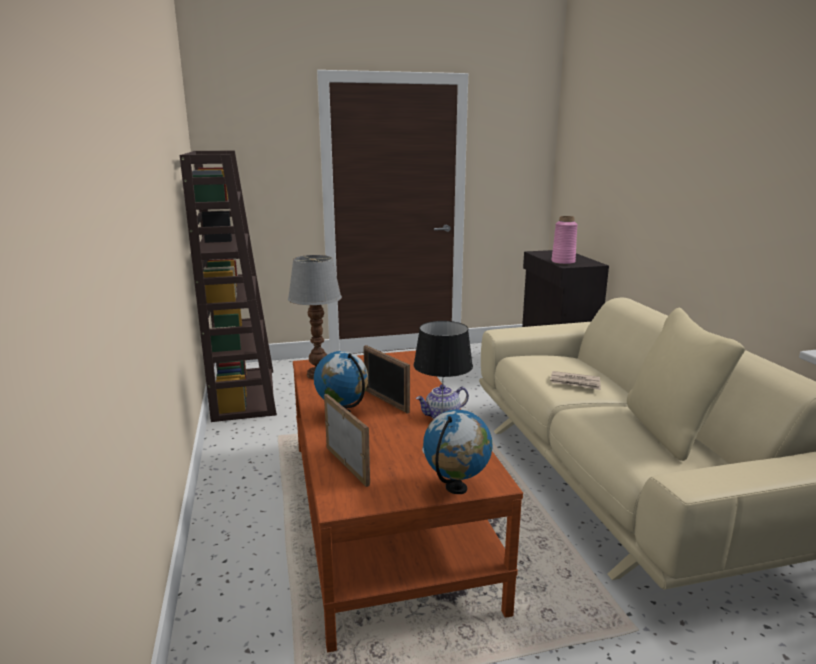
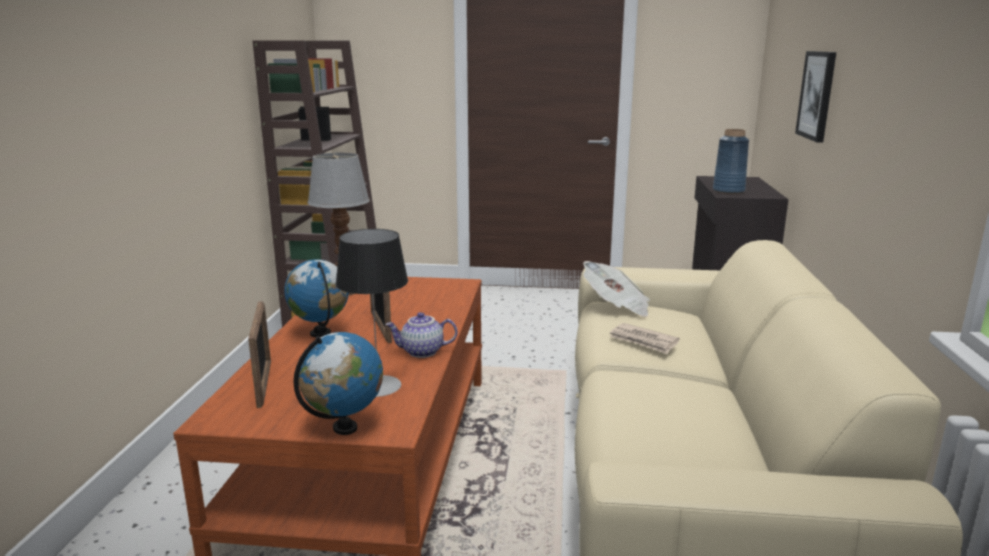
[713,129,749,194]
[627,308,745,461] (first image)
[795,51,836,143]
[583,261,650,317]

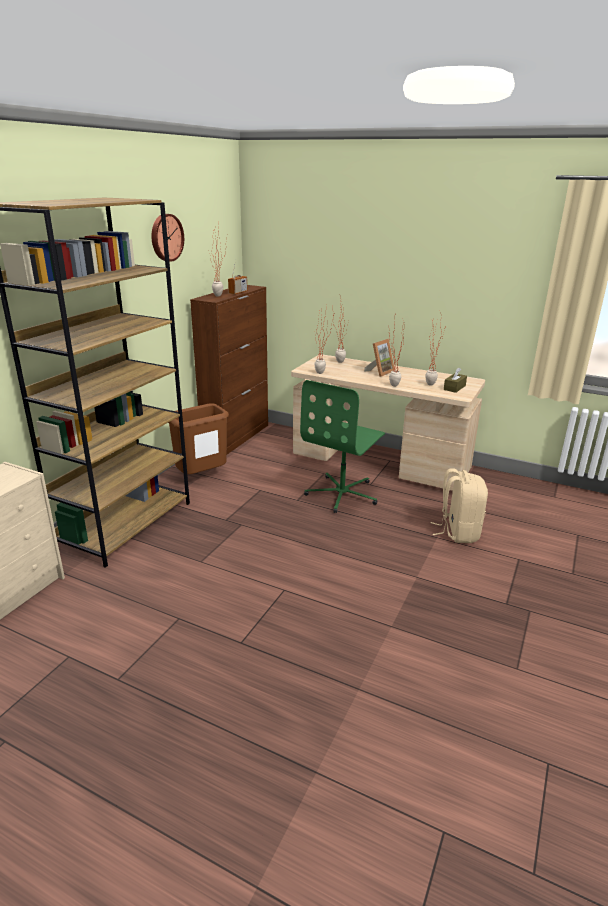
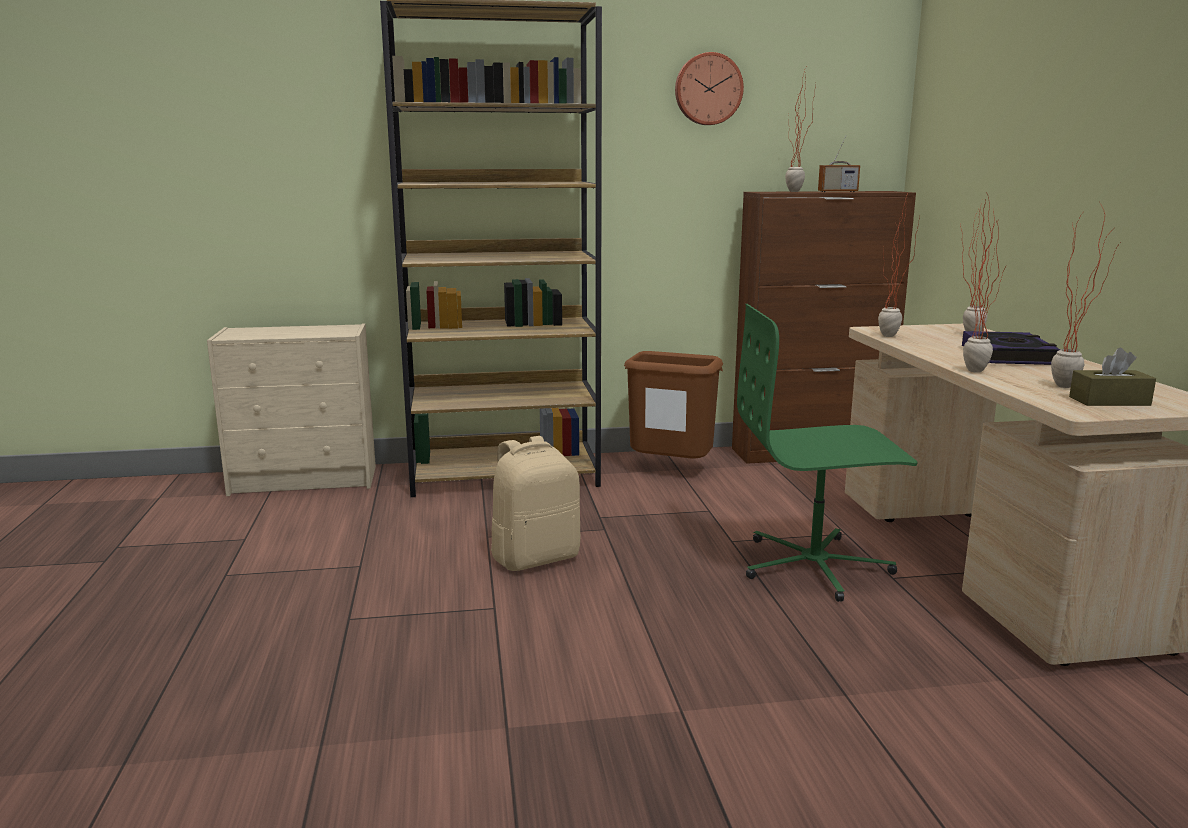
[962,331,1060,365]
[491,436,580,571]

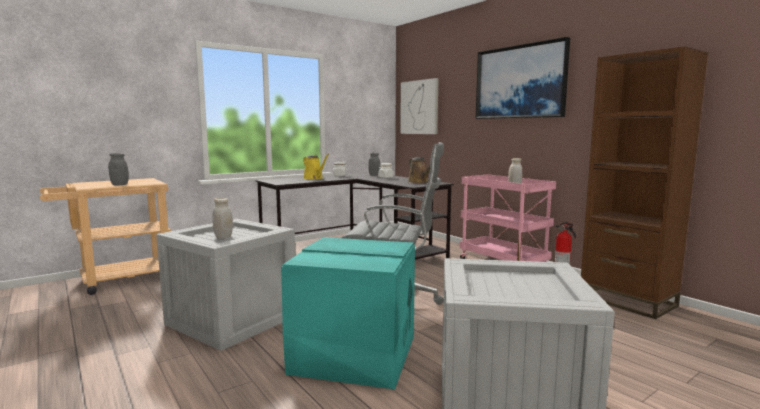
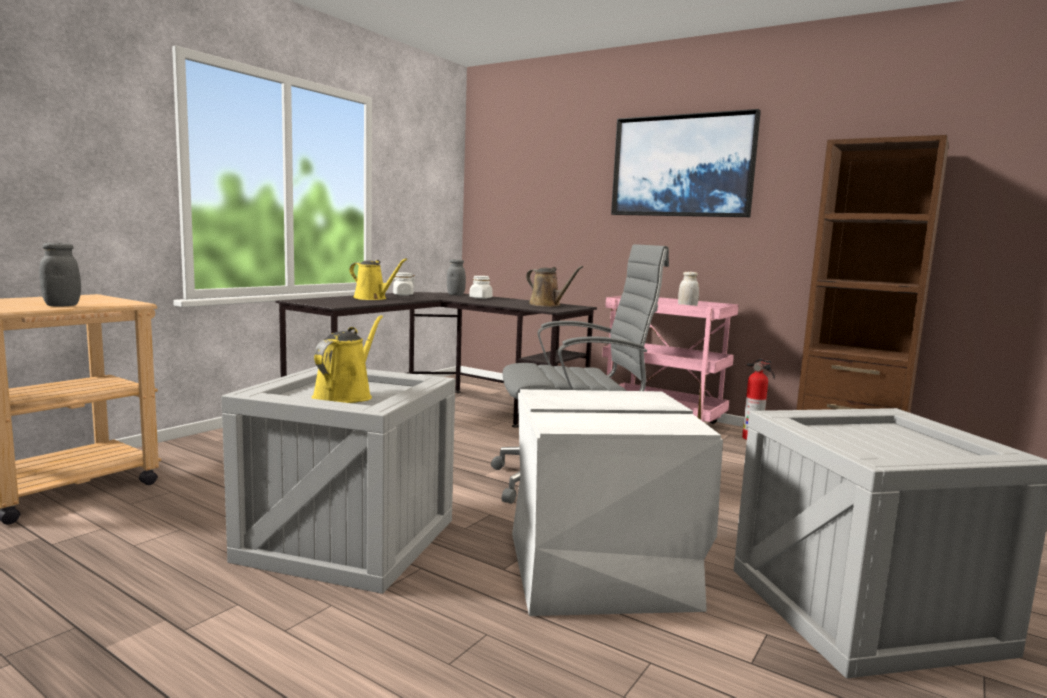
[400,78,439,134] (first image)
[312,315,383,403]
[512,389,723,616]

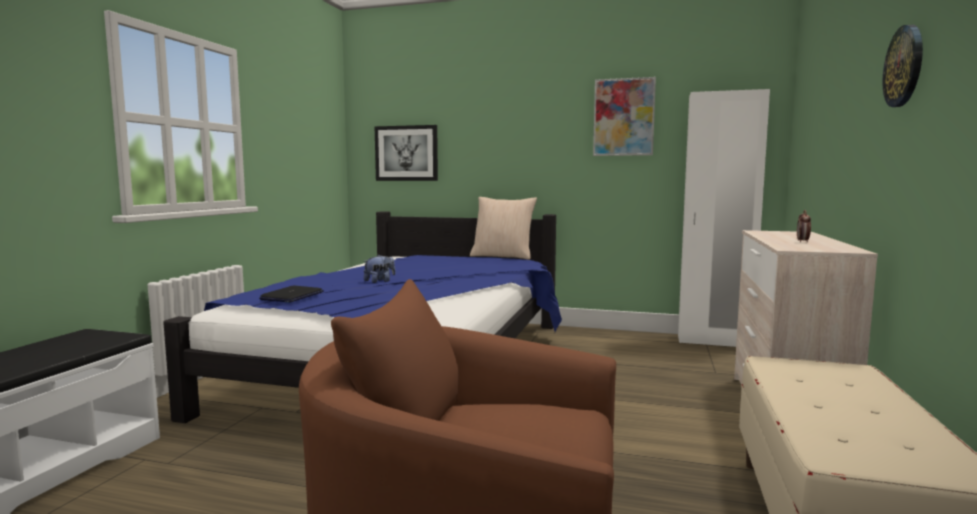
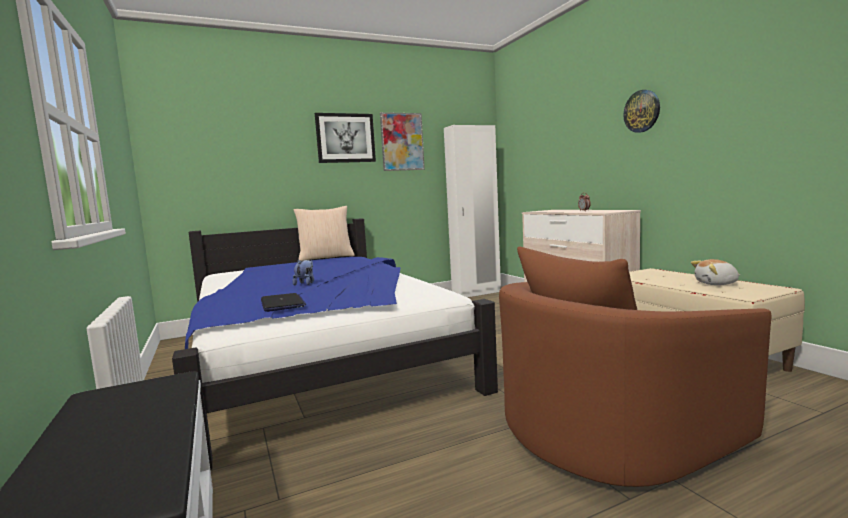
[315,113,376,163]
[691,259,740,285]

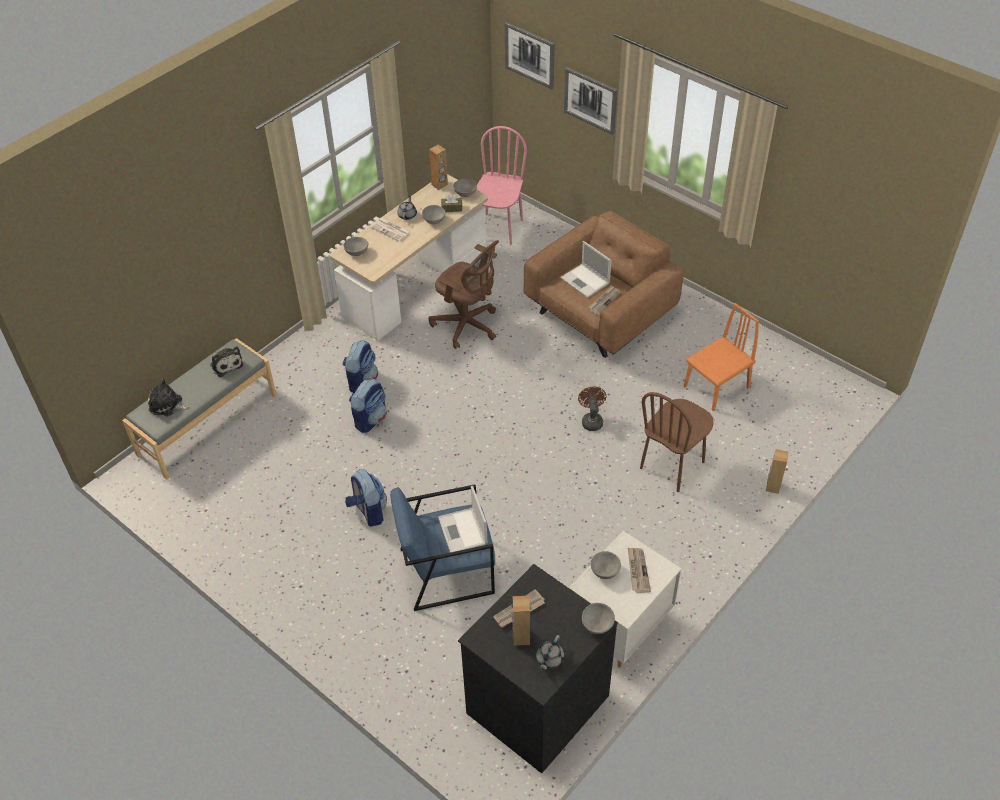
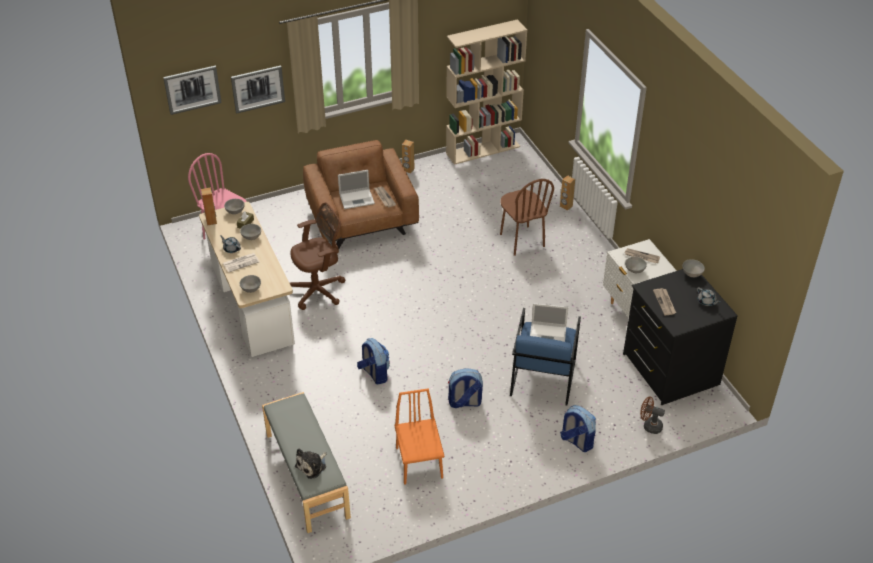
[394,388,444,485]
[560,405,596,452]
[210,346,243,377] (first image)
[640,396,665,434]
[402,140,415,173]
[446,19,527,165]

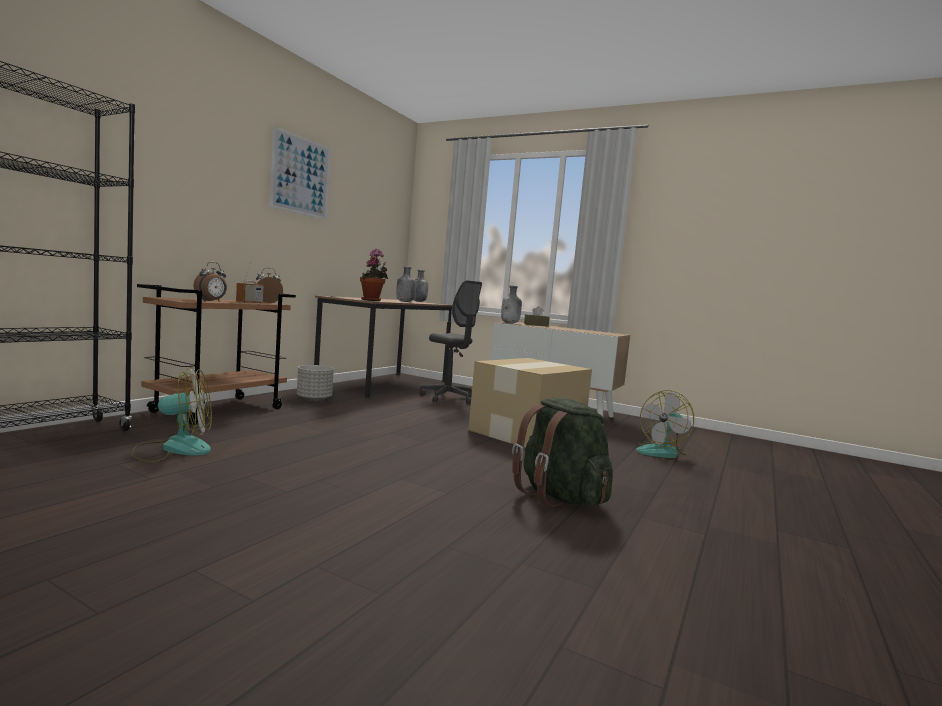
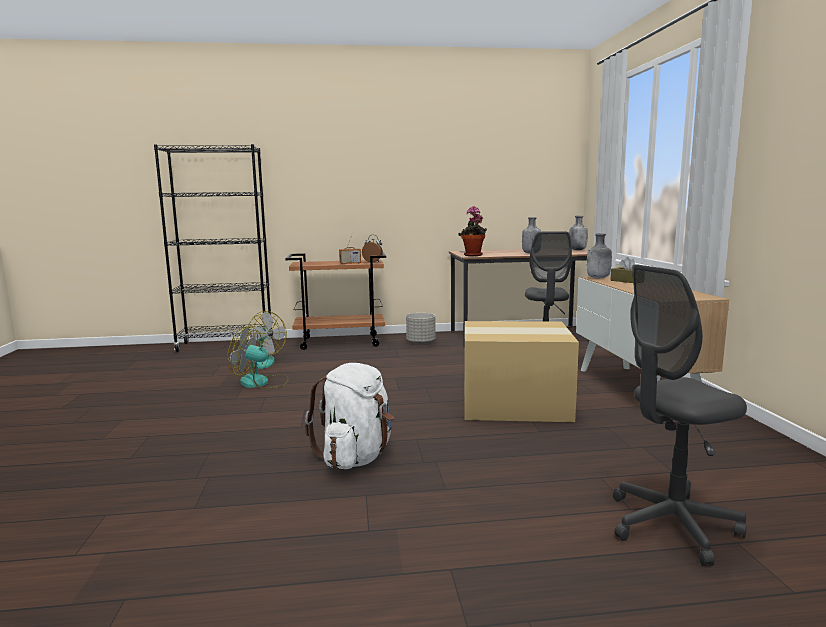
[269,126,331,220] (first image)
[193,262,227,302] (first image)
[227,326,289,389]
[305,363,394,469]
[613,264,747,566]

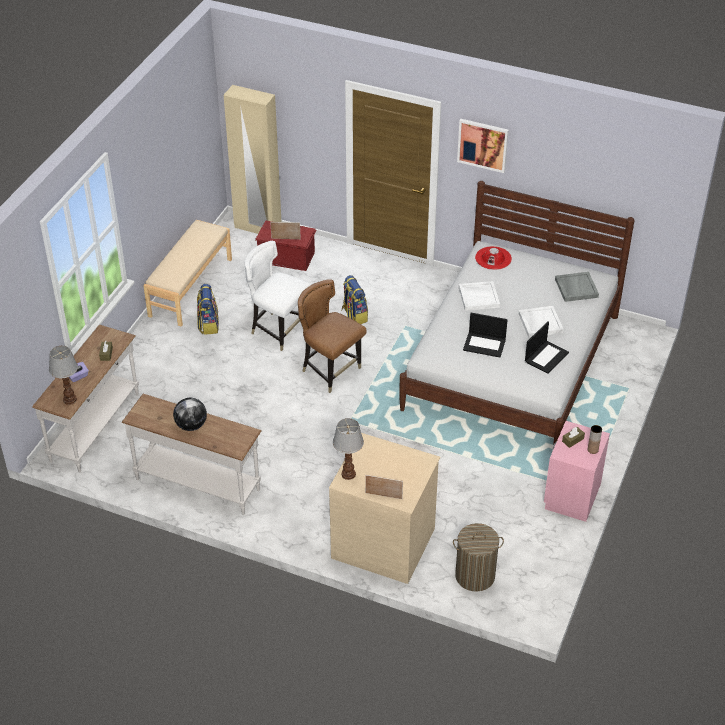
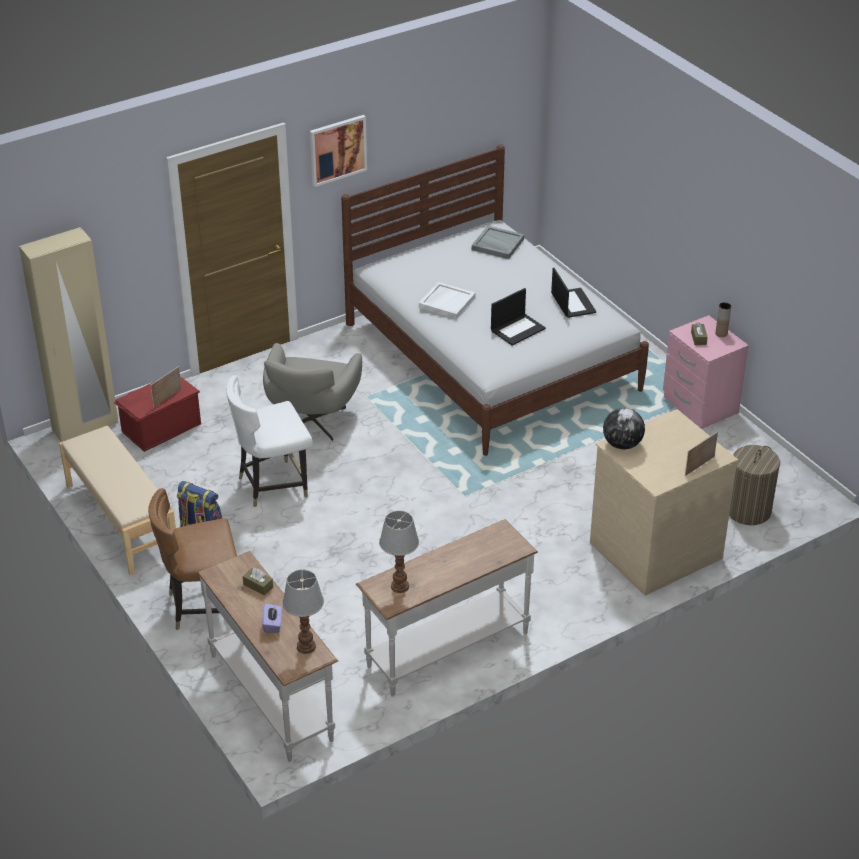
[475,246,512,270] (first image)
[263,343,362,441]
[148,488,237,630]
[519,306,564,338] (first image)
[603,408,645,450]
[379,511,419,593]

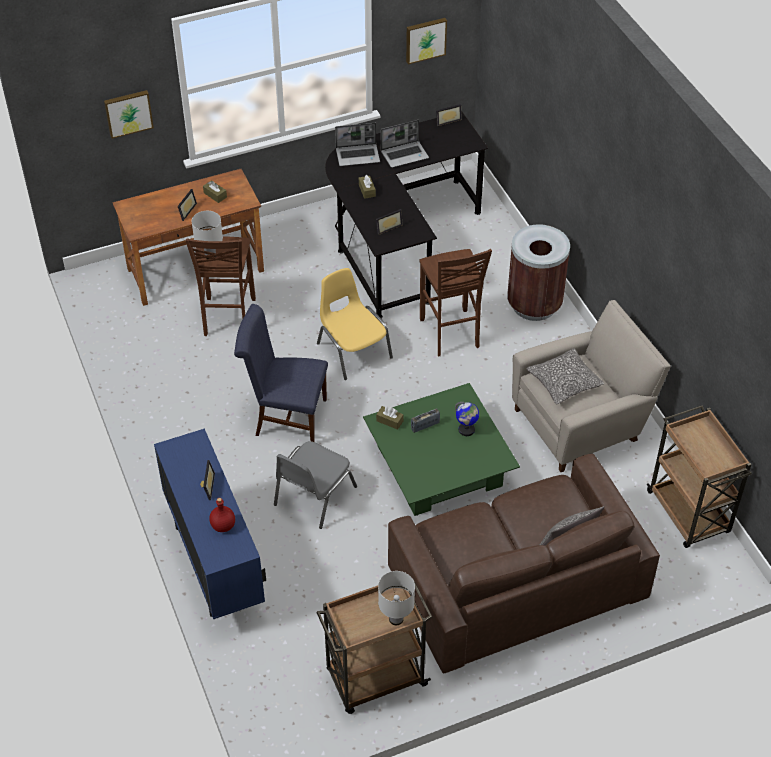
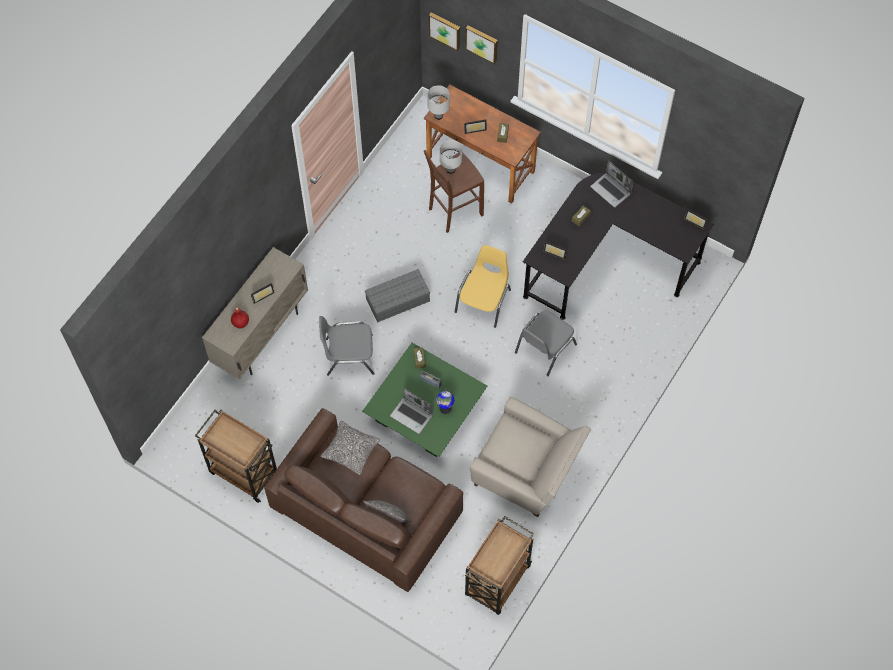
[429,12,460,51]
[390,388,433,434]
[507,224,570,321] (first image)
[515,310,577,376]
[365,269,430,323]
[321,421,380,475]
[202,247,308,380]
[427,85,450,120]

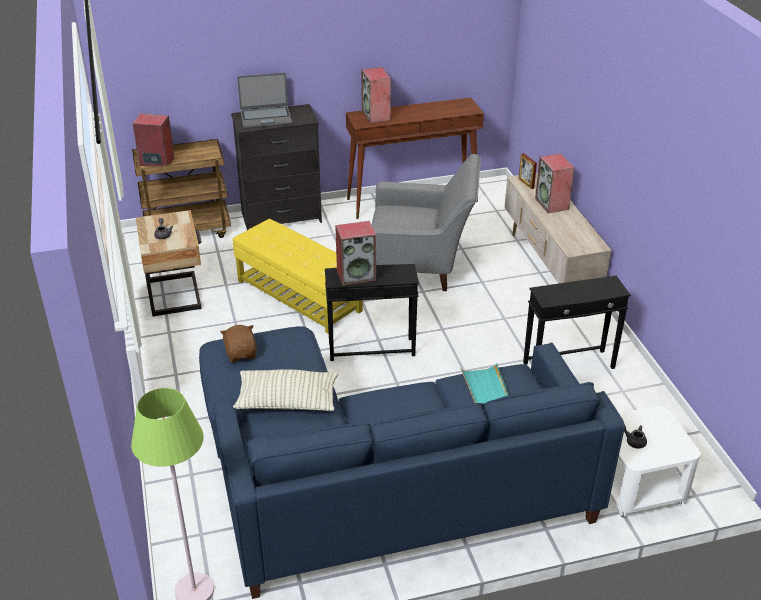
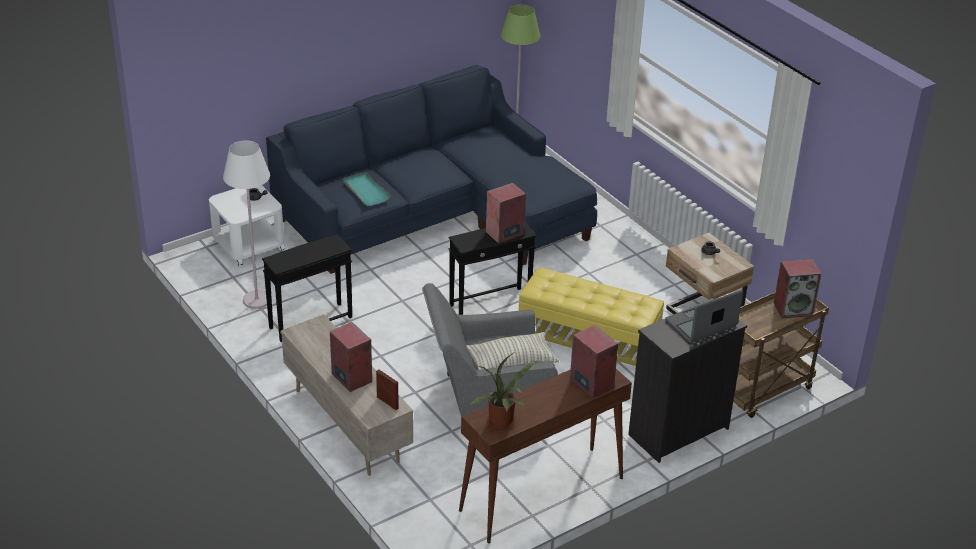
[220,325,257,362] (first image)
[466,332,559,370]
[223,140,270,309]
[471,353,538,430]

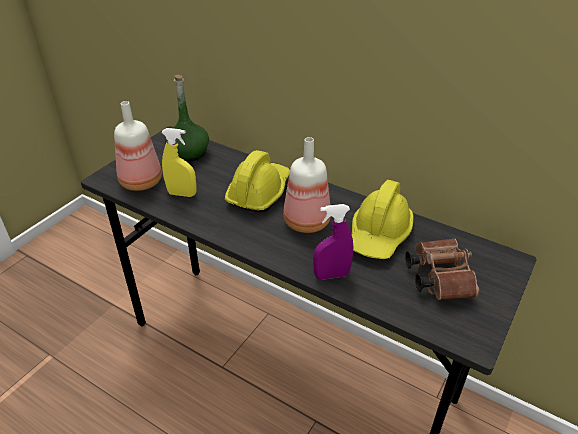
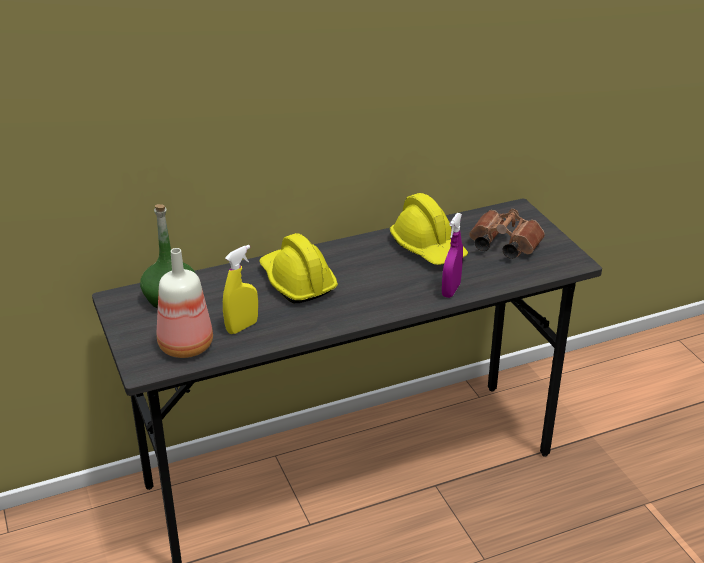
[283,137,331,233] (first image)

